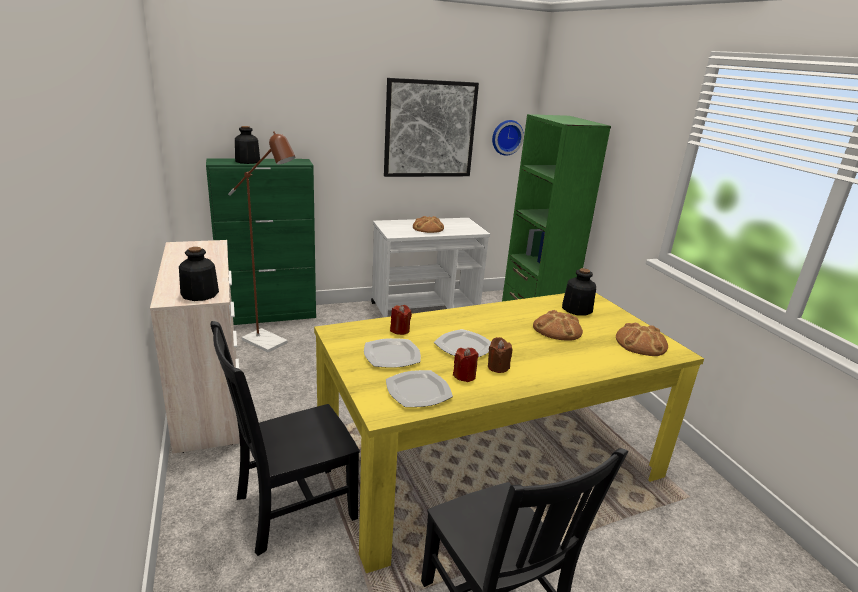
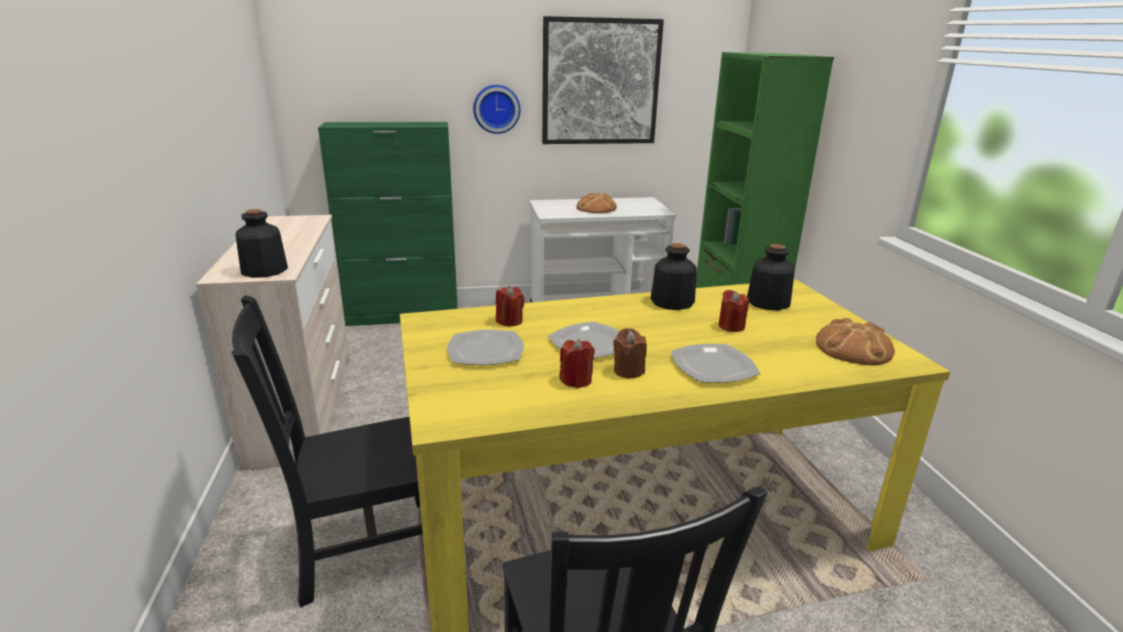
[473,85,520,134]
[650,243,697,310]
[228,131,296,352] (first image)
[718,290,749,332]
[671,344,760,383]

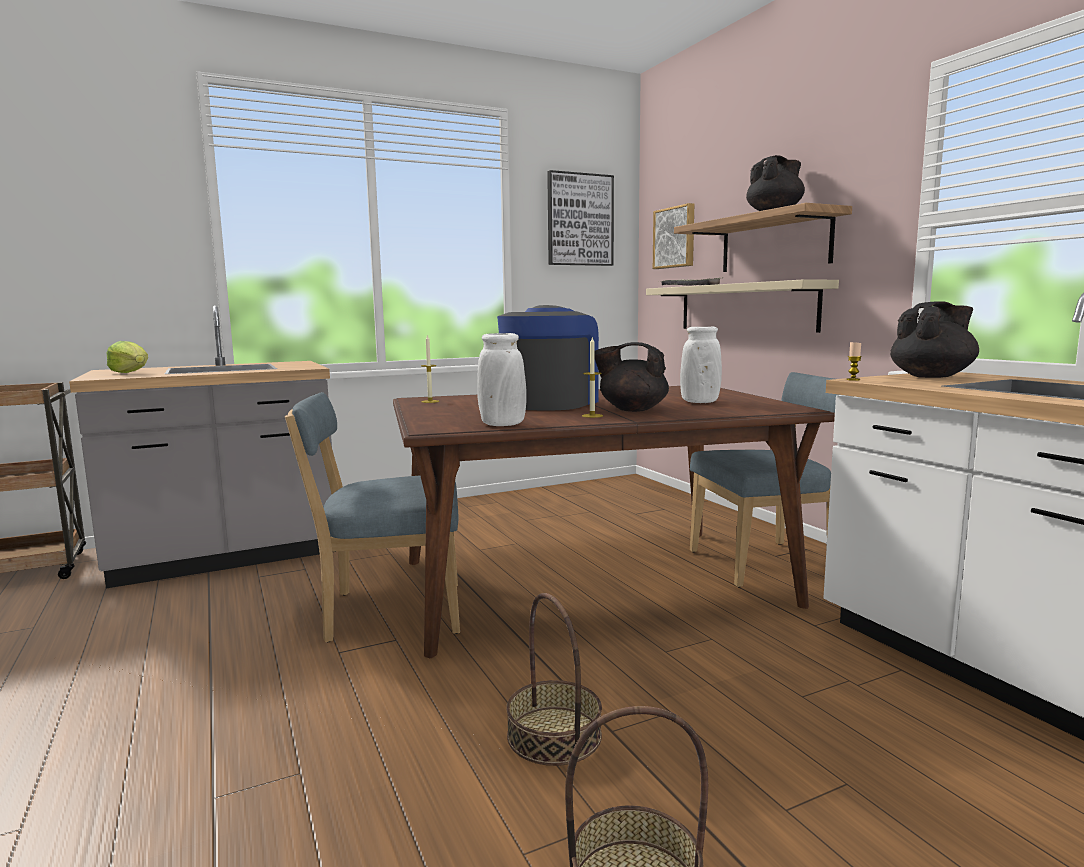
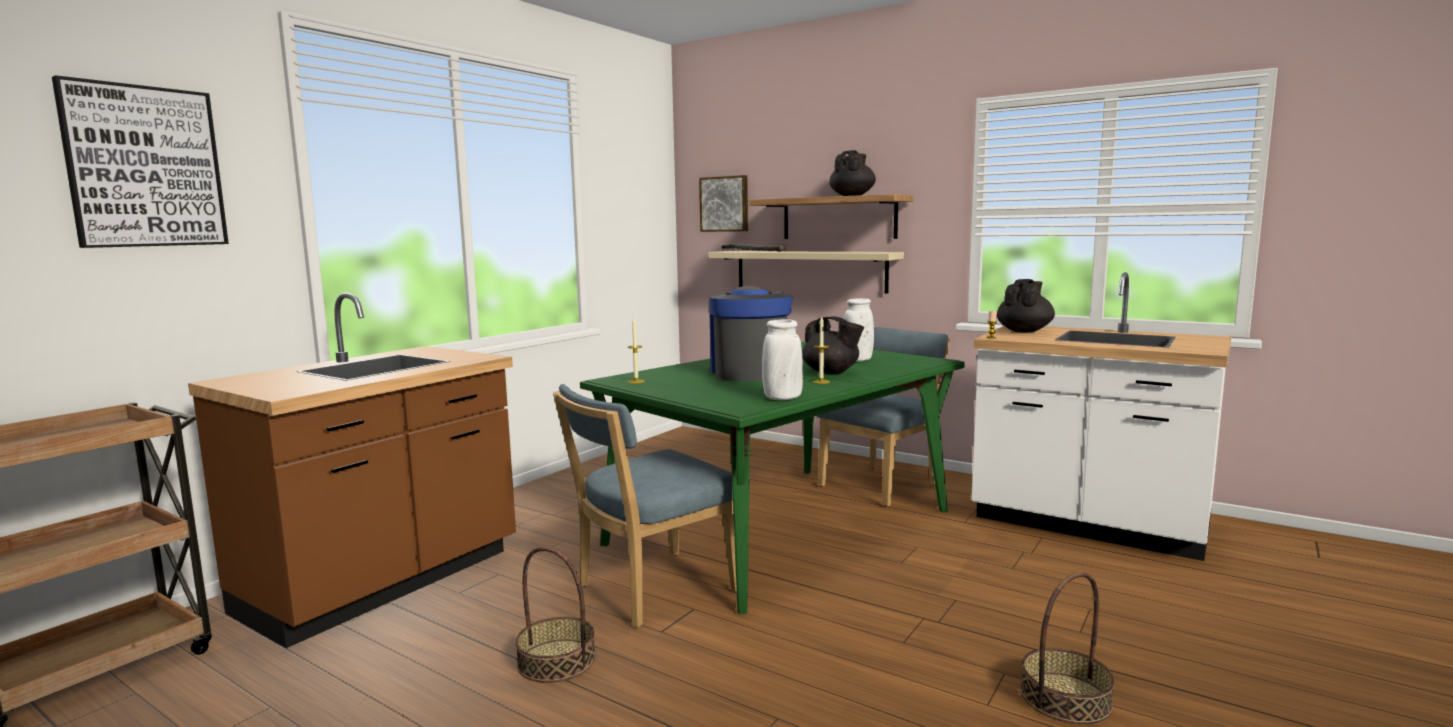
[52,75,229,248]
[188,293,516,648]
[106,341,148,373] (first image)
[802,317,864,374]
[580,342,965,614]
[515,547,596,683]

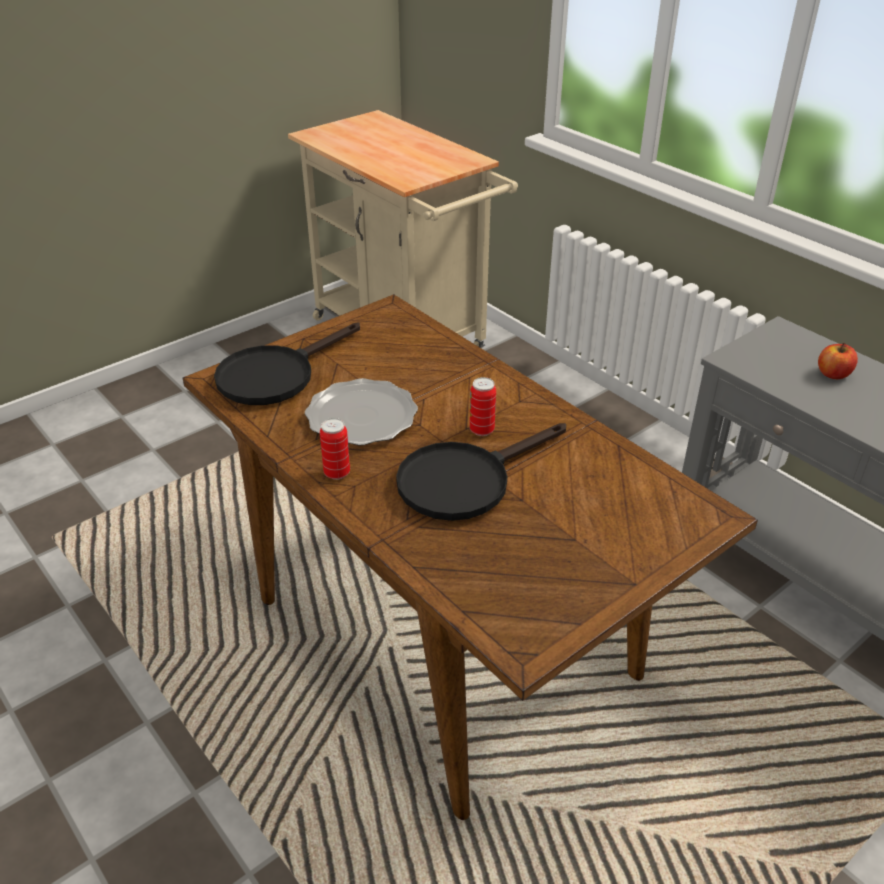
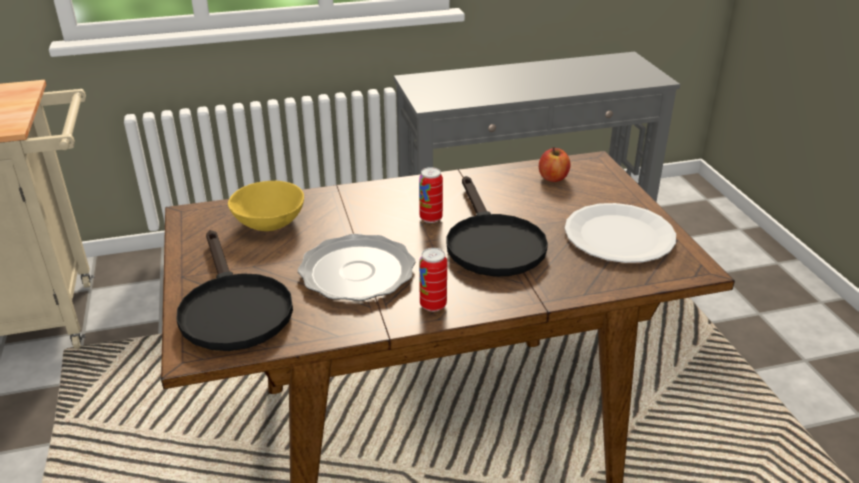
[539,147,570,182]
[228,181,304,231]
[565,203,676,263]

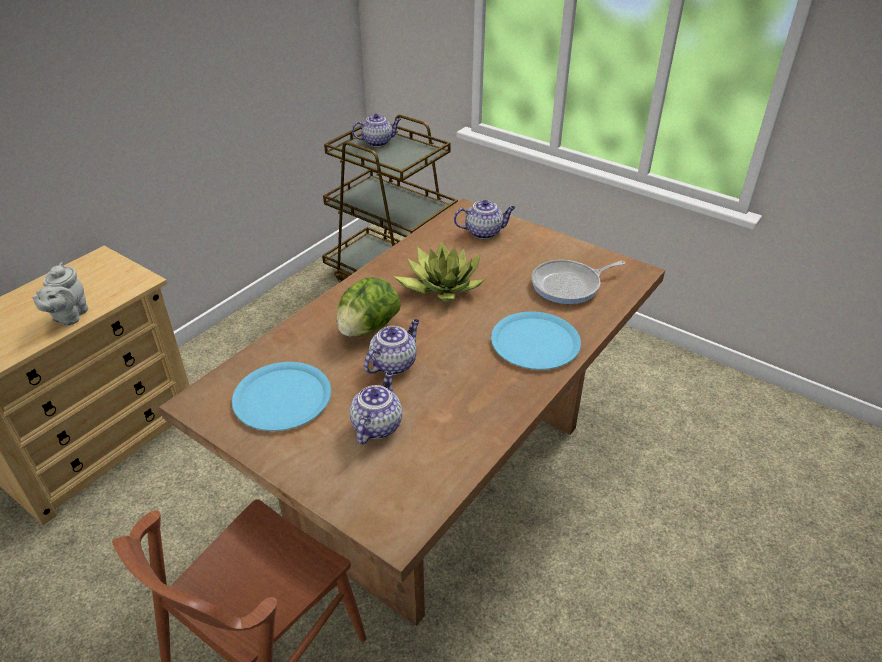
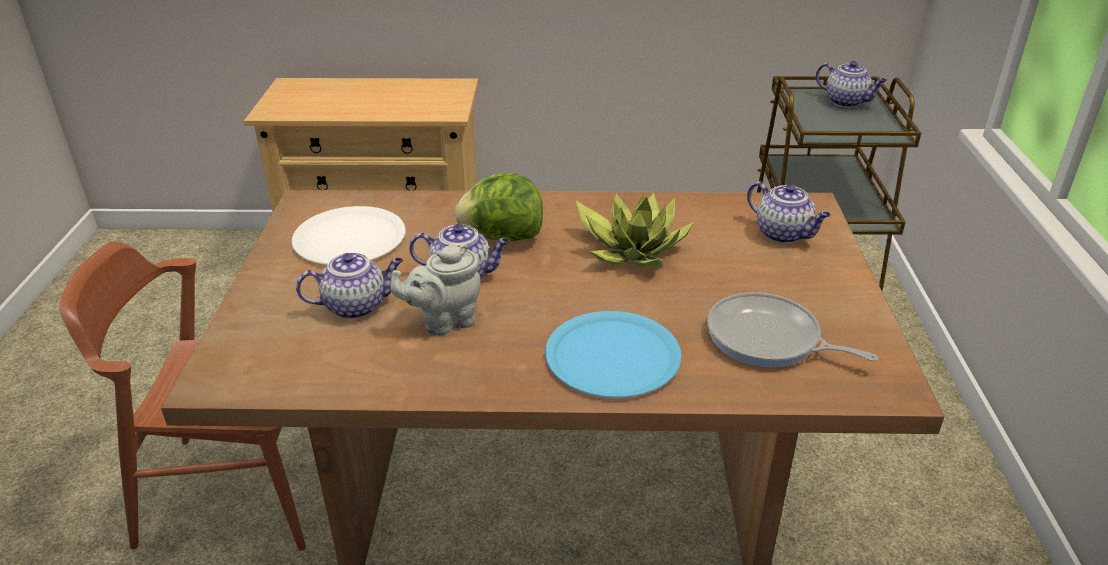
[390,244,481,335]
[292,206,406,265]

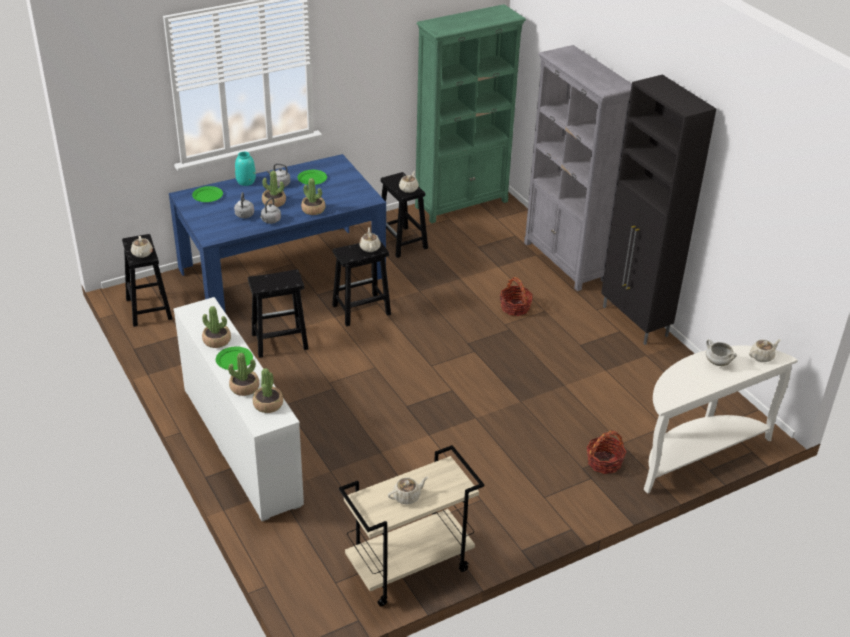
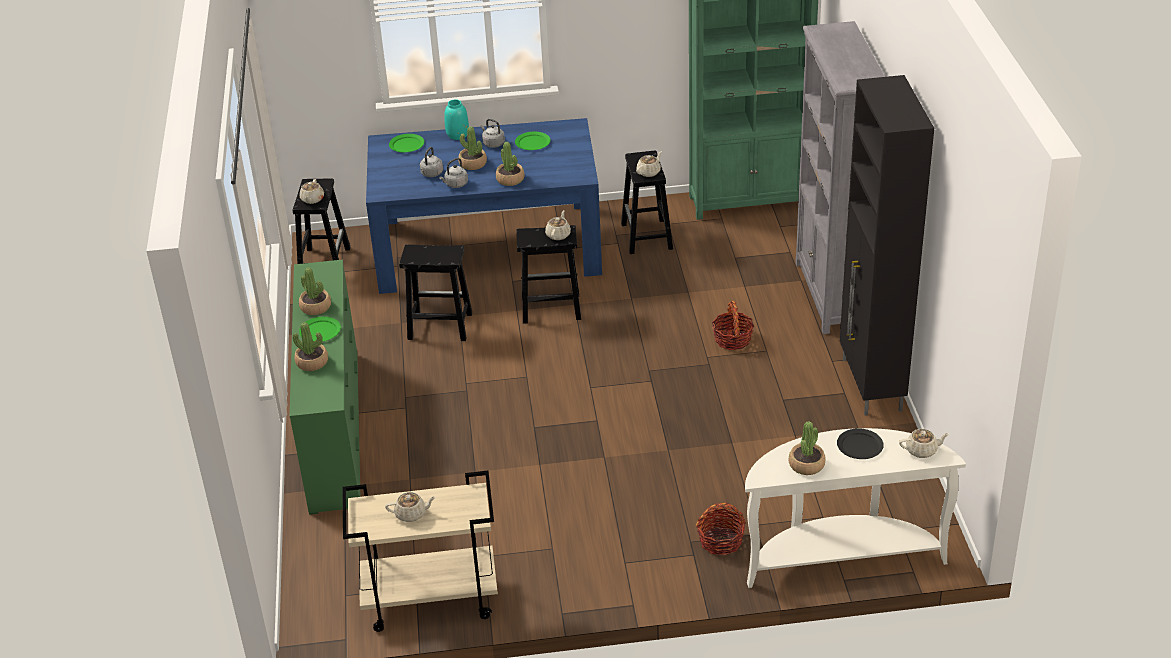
[290,260,360,515]
[837,428,884,459]
[789,421,825,475]

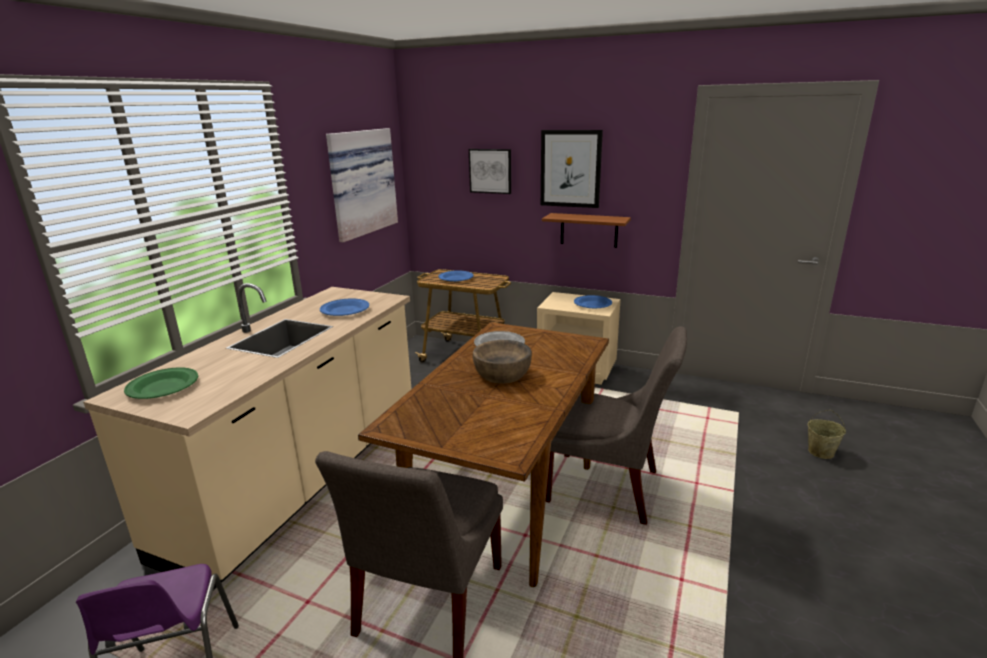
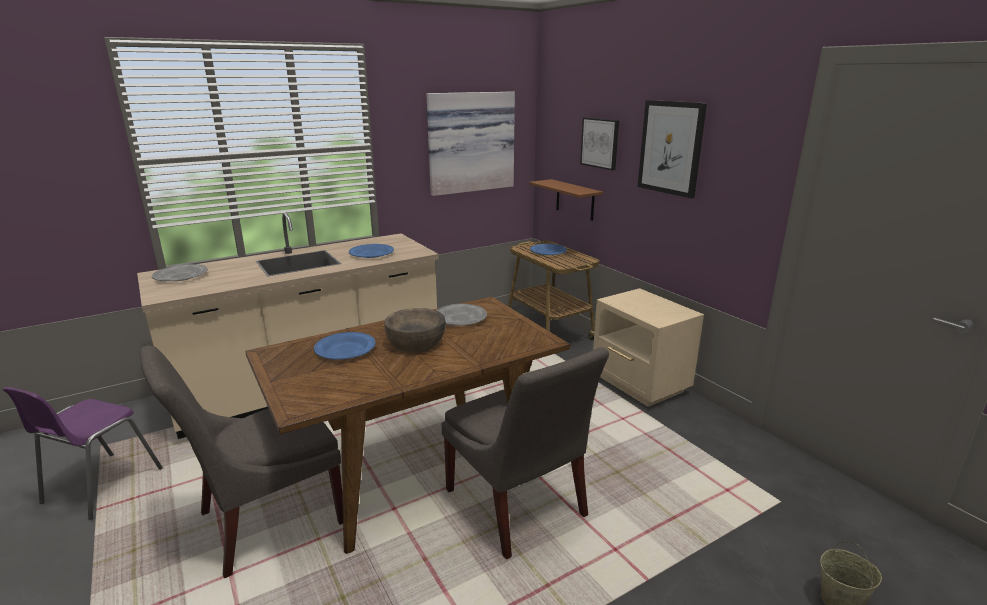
[529,179,603,221]
[314,332,375,360]
[152,264,208,281]

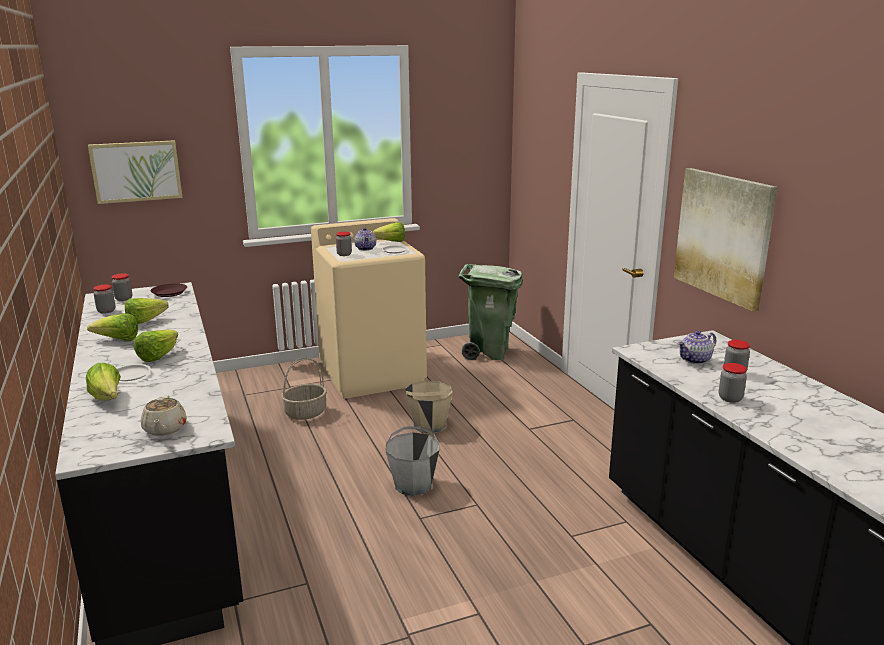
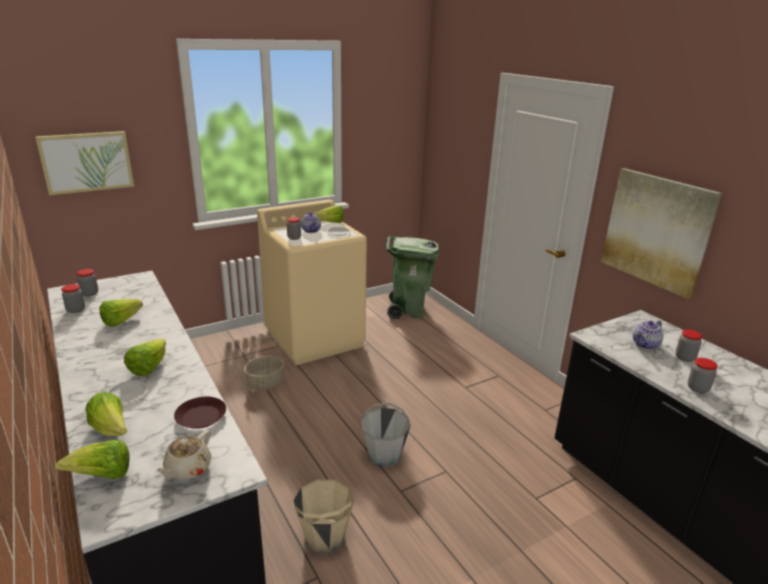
[174,397,226,429]
[56,440,130,479]
[293,479,354,552]
[155,431,211,480]

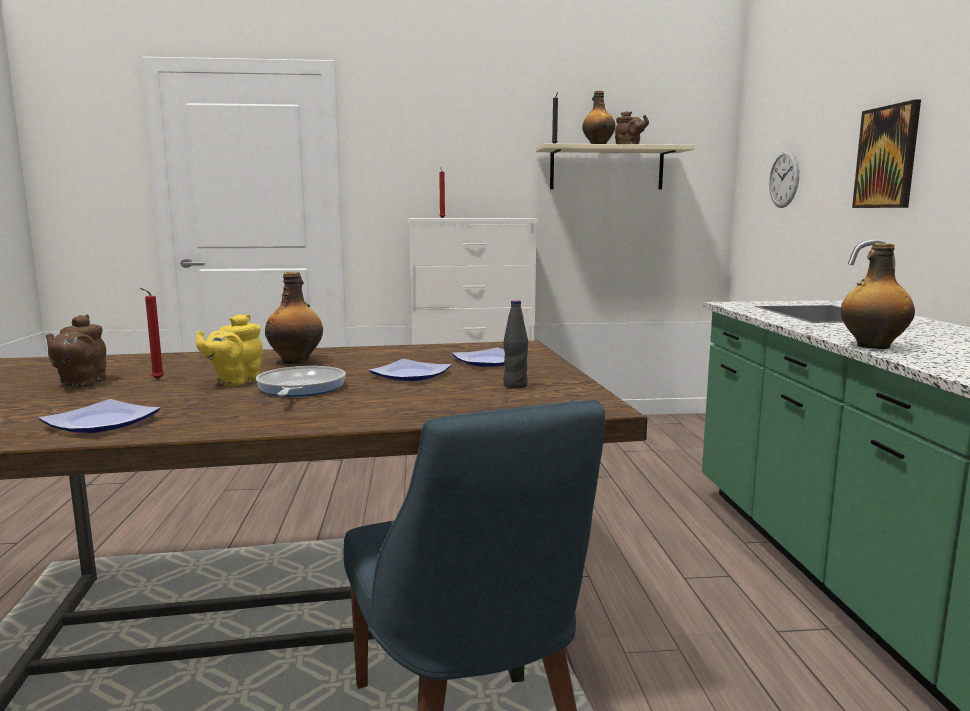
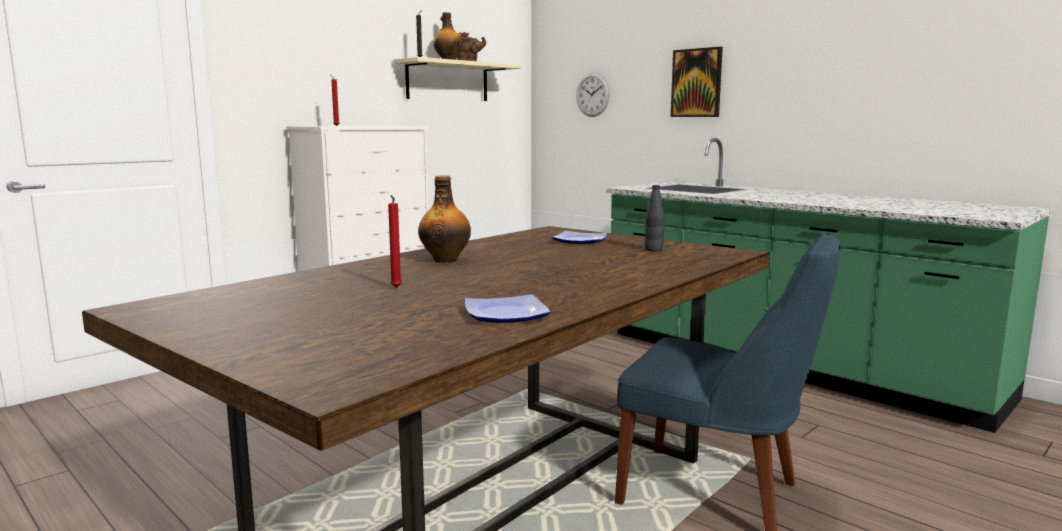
[841,243,915,349] (first image)
[196,314,263,386] (first image)
[45,315,106,387] (first image)
[369,359,451,381] (first image)
[256,366,346,397] (first image)

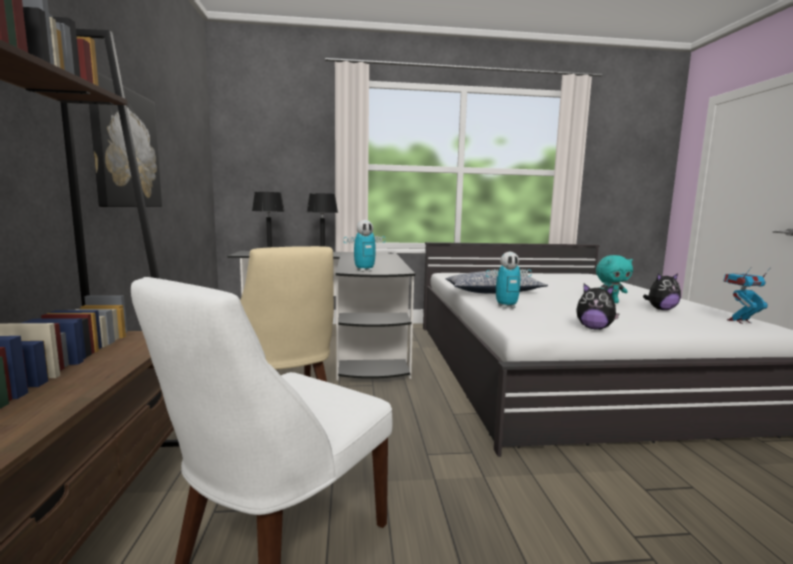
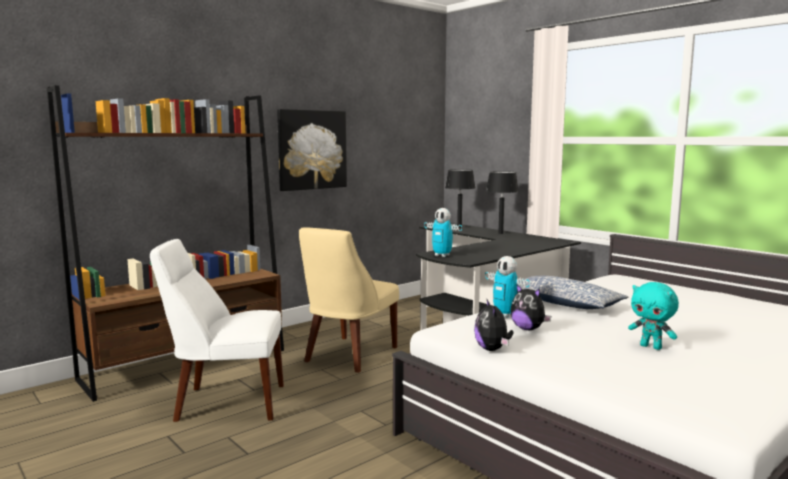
[723,267,771,324] (first image)
[510,284,551,330]

